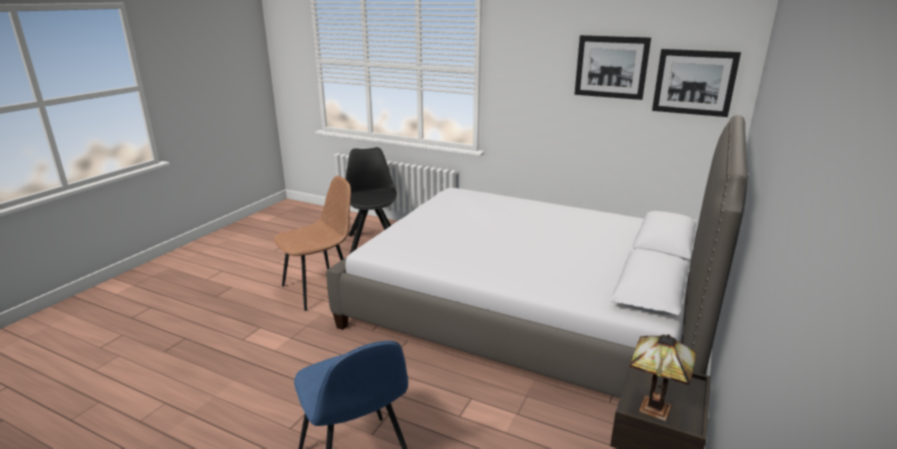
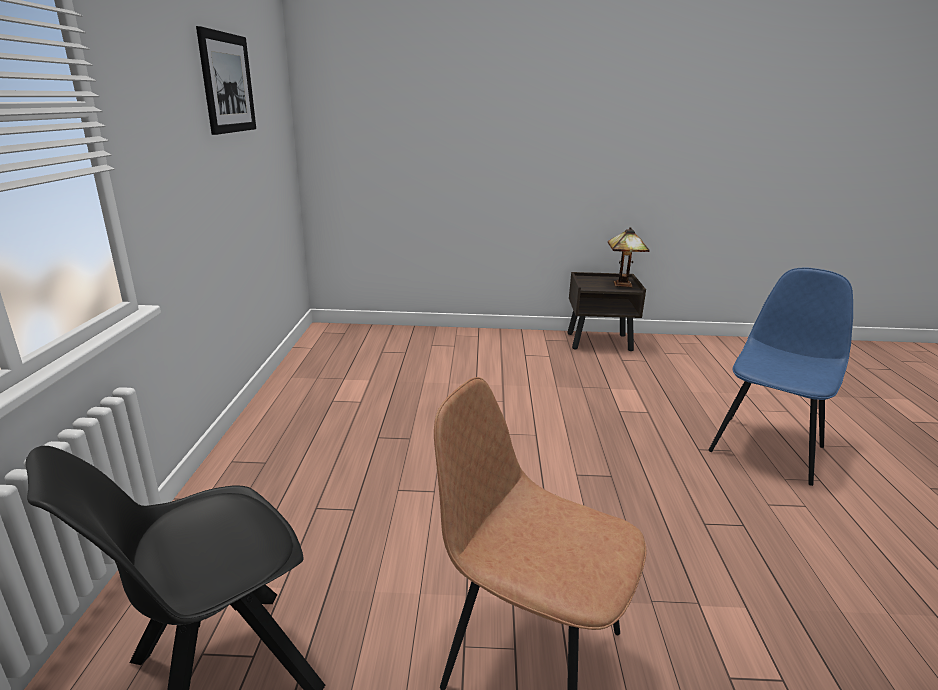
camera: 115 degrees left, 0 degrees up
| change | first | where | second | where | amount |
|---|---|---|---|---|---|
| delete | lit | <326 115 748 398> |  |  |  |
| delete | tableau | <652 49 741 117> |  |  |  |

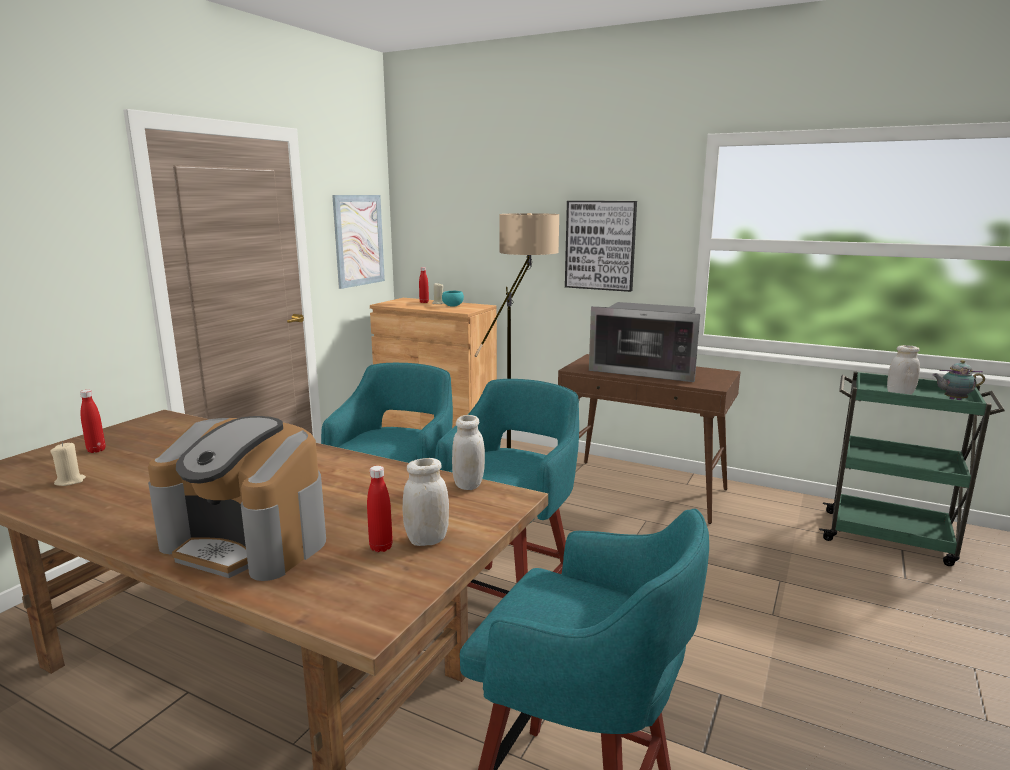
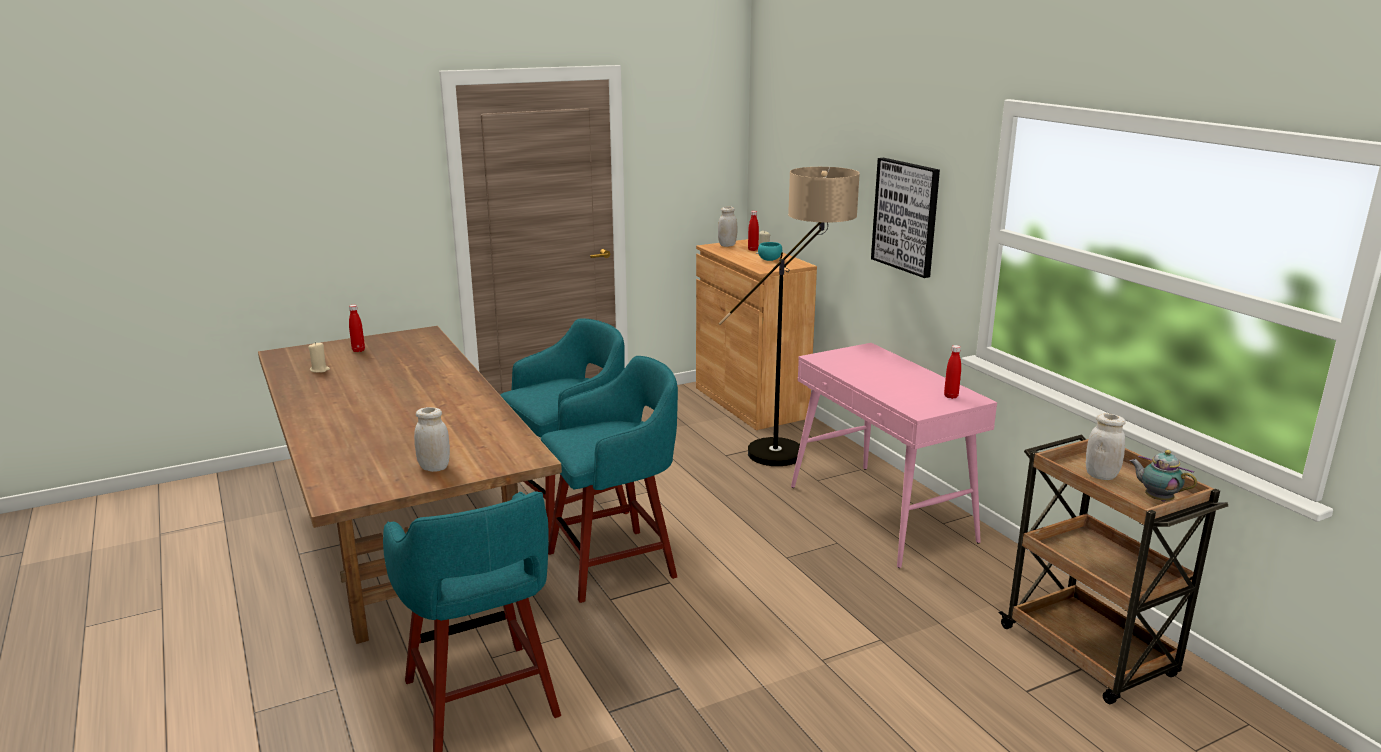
camera: 35 degrees right, 5 degrees up
| change | first | where | second | where | amount |
|---|---|---|---|---|---|
| delete | machine à café | <148 416 326 581> |  |  |  |
| delete | tableau | <332 195 385 289> |  |  |  |
| delete | micro-ondes | <589 302 700 382> |  |  |  |
| move | bouteille/rouge | <367 466 393 552> |  | <944 345 961 399> |  |
| move | bocal/blanc | <452 415 485 490> |  | <718 206 738 247> |  |
| recolor | table console/marron | <558 354 741 524> | table console/rose | <791 343 997 568> |  |
| recolor | chariot/vert | <819 371 1005 566> | chariot/marron | <999 434 1228 704> |  |

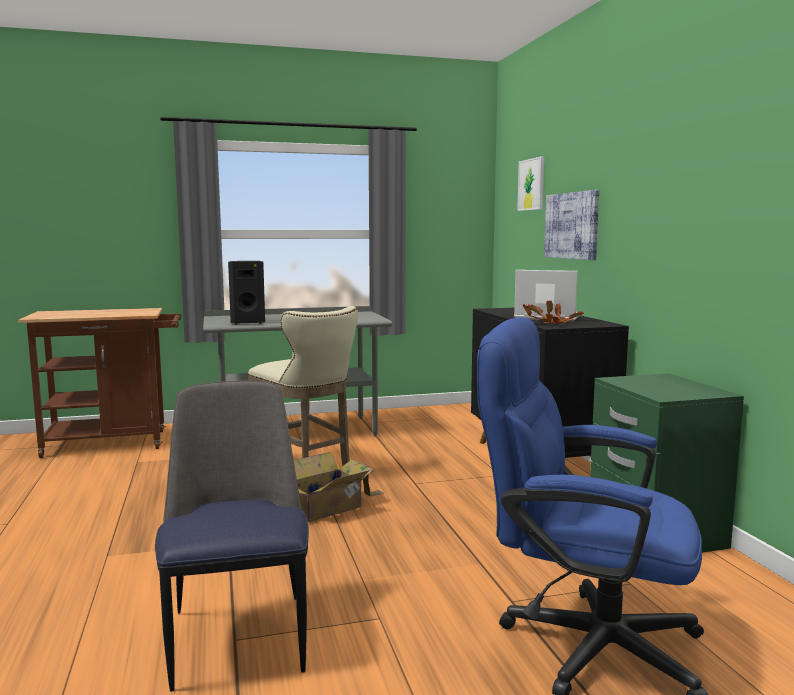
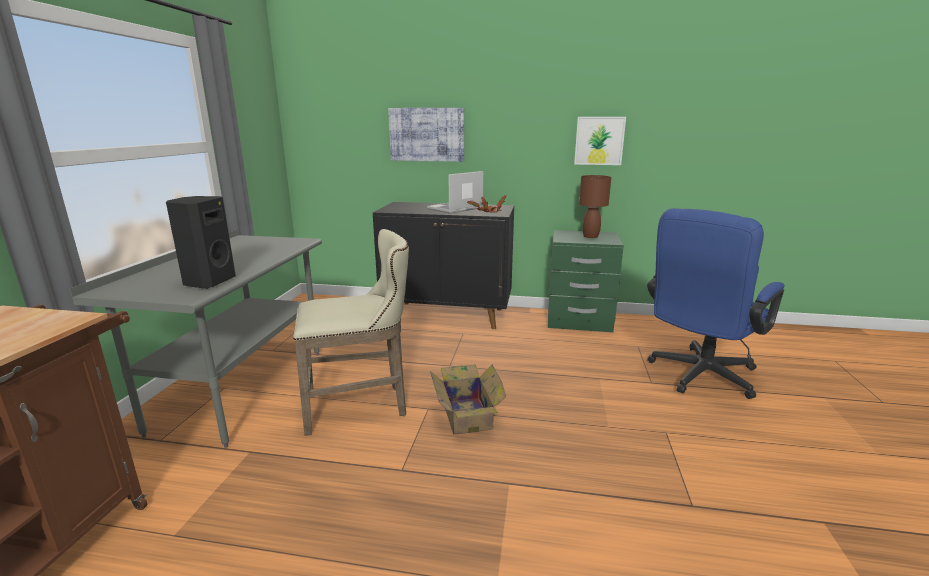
camera: 65 degrees left, 10 degrees up
| change | first | where | second | where | amount |
|---|---|---|---|---|---|
| delete | chaise | <155 381 309 691> |  |  |  |
| insert |  |  | lampe de table/marron | <579 175 611 238> |  |
| move | tableau | <517 156 544 211> |  | <574 117 626 165> |  |

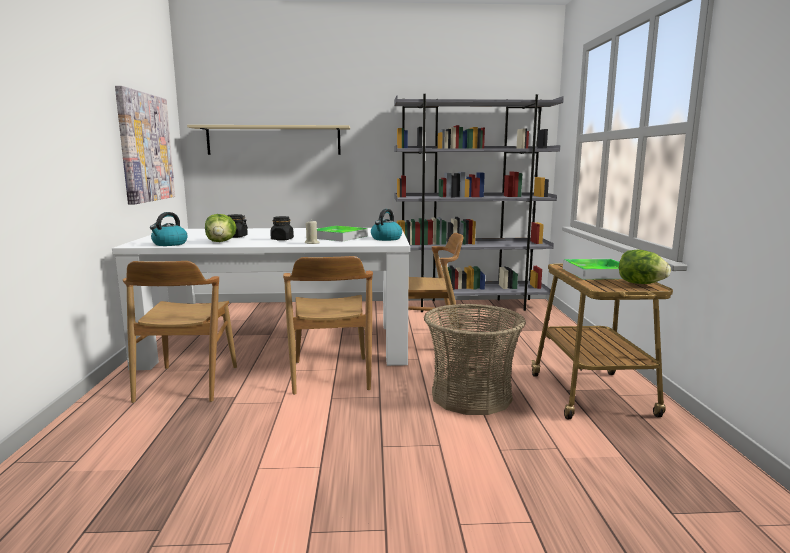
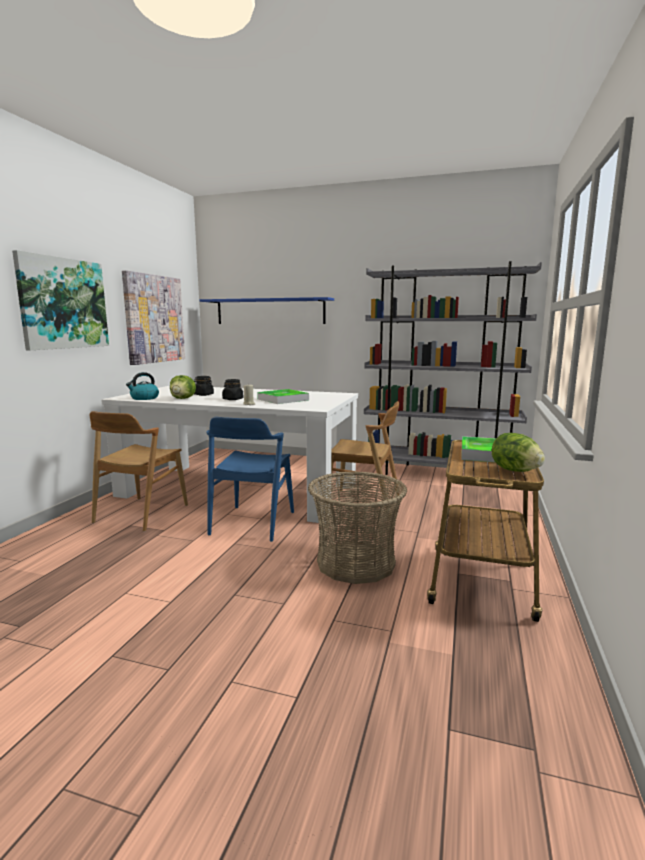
camera: 20 degrees right, 0 degrees up
| change | first | where | second | where | amount |
|---|---|---|---|---|---|
| delete | bouilloire | <371 209 402 241> |  |  |  |
| insert |  |  | tableau | <12 250 109 350> |  |
| recolor | étagère/beige | <187 125 350 155> | étagère/bleu | <200 297 334 324> |  |
| recolor | chaise/marron | <283 256 373 395> | chaise/bleu | <206 417 294 542> |  |

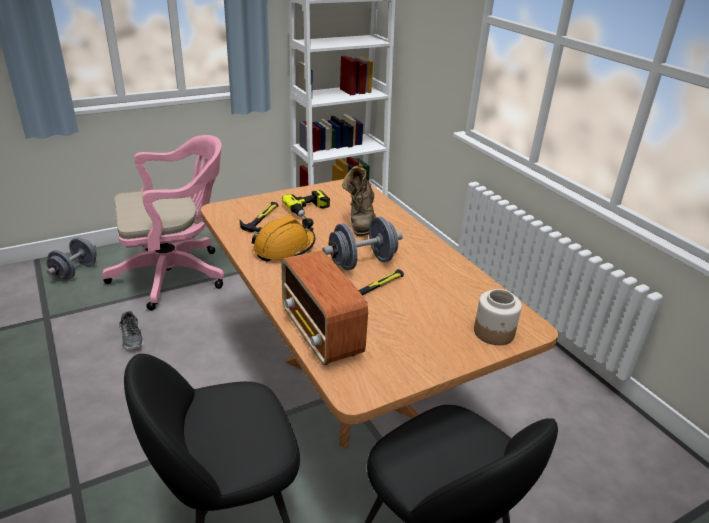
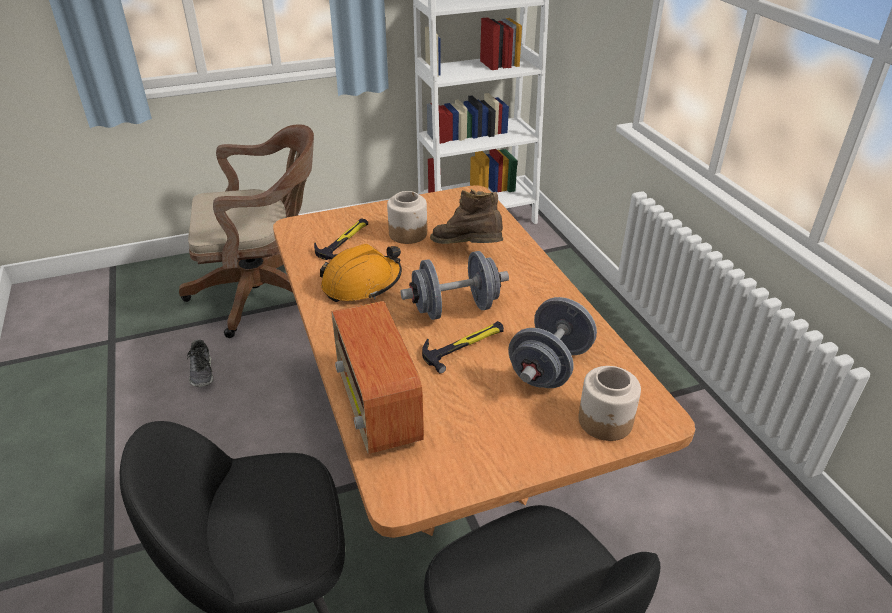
camera: 10 degrees right, 5 degrees up
| change | first | where | second | where | amount |
|---|---|---|---|---|---|
| move | haltère/gris | <47 238 97 280> |  | <508 297 597 388> |  |
| replace | perceuse | <282 190 330 218> | bocal | <387 191 427 244> |  |
| recolor | chaise de bureau/rose | <103 135 224 310> | chaise de bureau/marron | <179 124 314 338> |  |
| rotate | botte/marron | <342 166 376 236> |  | <430 189 503 244> | 120 degrees clockwise |

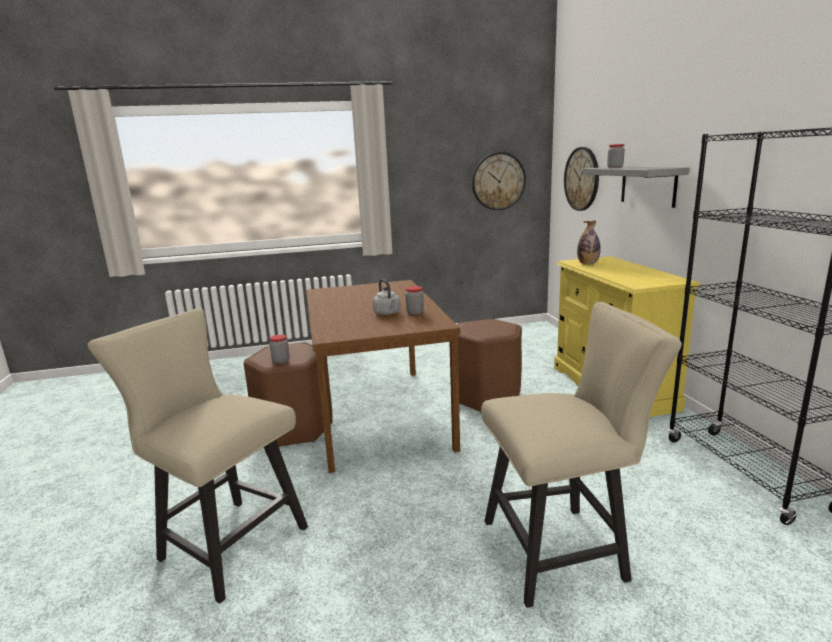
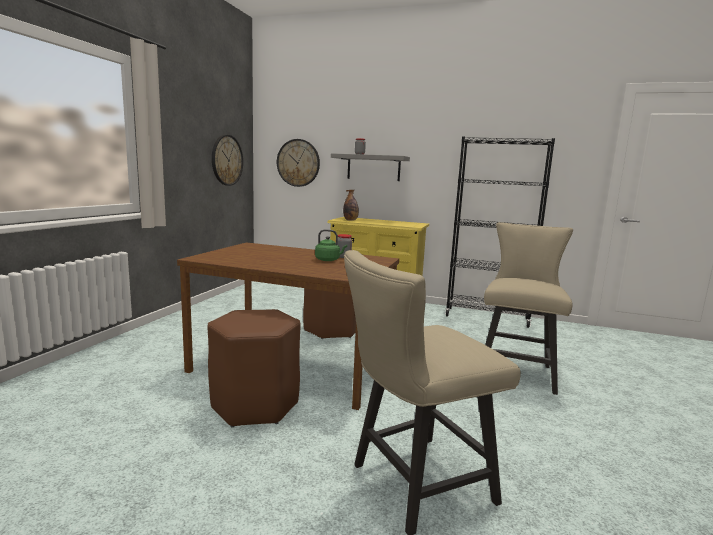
camera: 60 degrees left, 5 degrees down
| change | first | where | second | where | amount |
|---|---|---|---|---|---|
| delete | bocal | <269 335 290 364> |  |  |  |
| recolor | bouilloire/gris | <373 279 401 315> | bouilloire/vert | <315 229 347 261> |  |

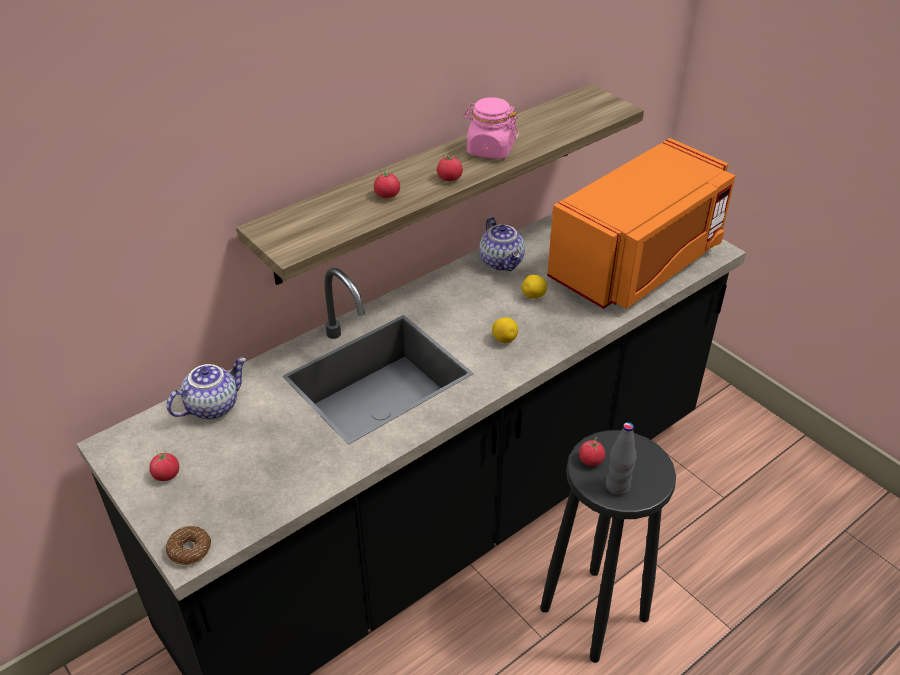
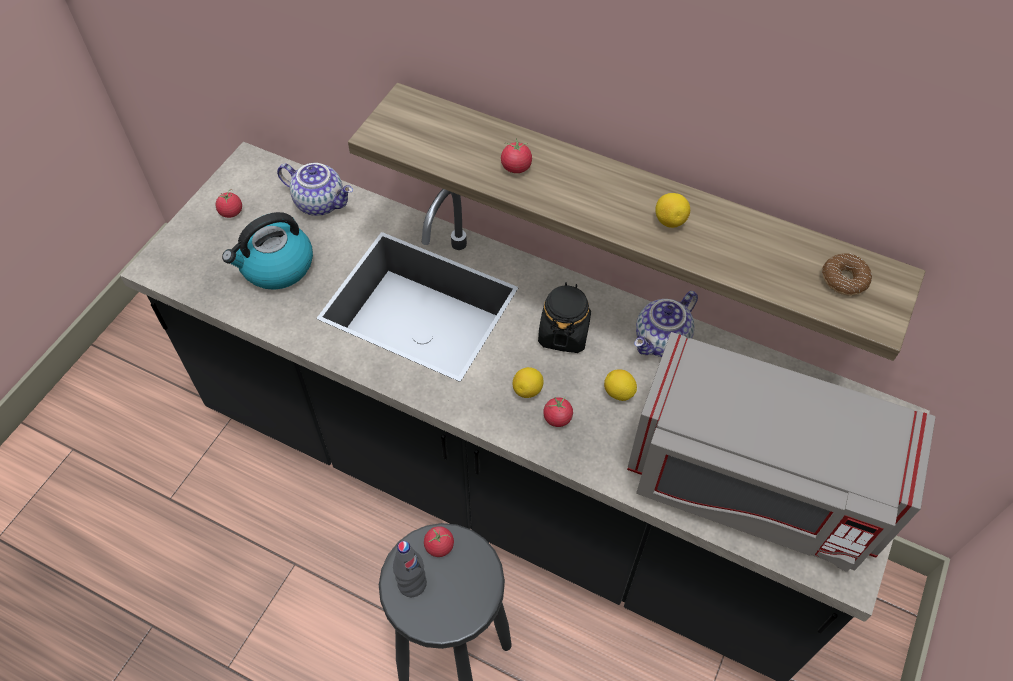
camera: 65 degrees right, 15 degrees up
| change | first | where | second | where | amount |
|---|---|---|---|---|---|
| insert |  |  | bouilloire | <222 212 313 290> |  |
| insert |  |  | bocal/noir | <538 282 591 353> |  |
| move | beignet | <166 526 211 565> |  | <822 253 872 295> |  |
| move | tomate | <437 153 463 181> |  | <543 397 573 427> |  |
| replace | bocal/rose | <463 97 519 159> | citron | <655 193 690 228> |  |
| recolor | micro-ondes/orange | <547 138 736 309> | micro-ondes/gris | <627 332 935 572> |  |

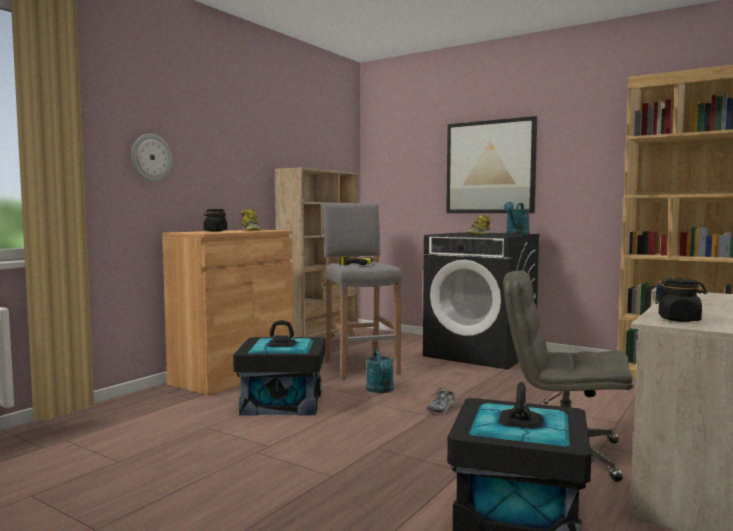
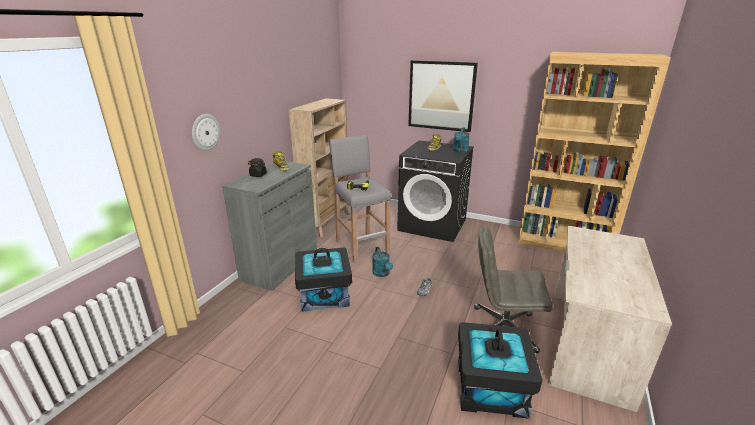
camera: 10 degrees left, 20 degrees up
| change | first | where | second | where | amount |
|---|---|---|---|---|---|
| delete | bocal/noir | <655 278 707 322> |  |  |  |
| recolor | meuble de rangement/marron | <162 230 293 395> | meuble de rangement/gris | <222 161 317 291> |  |

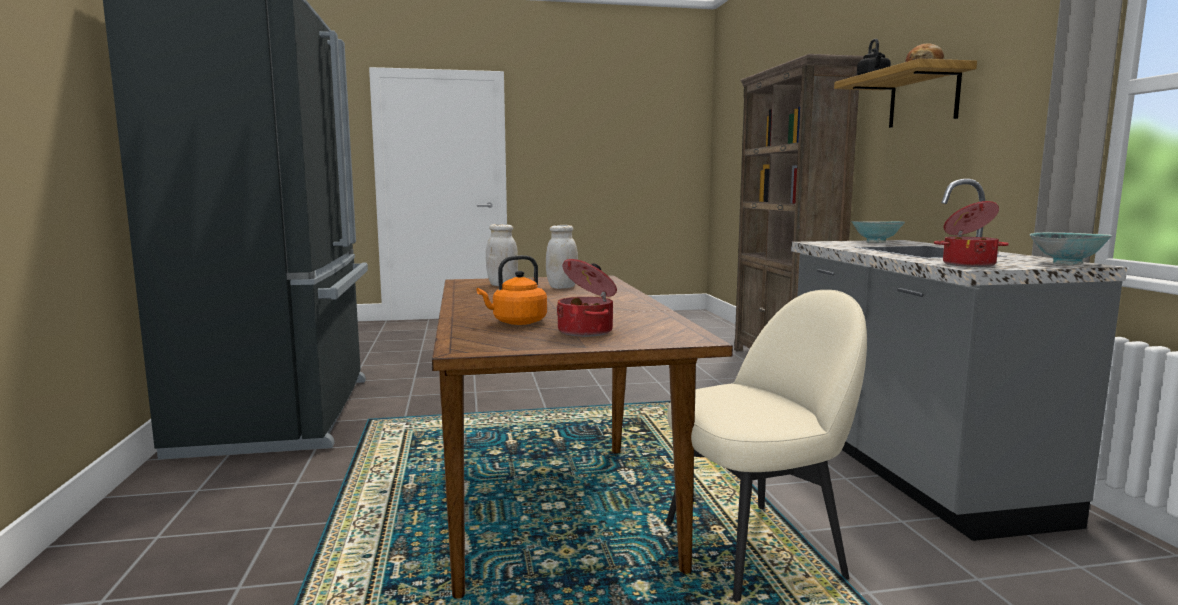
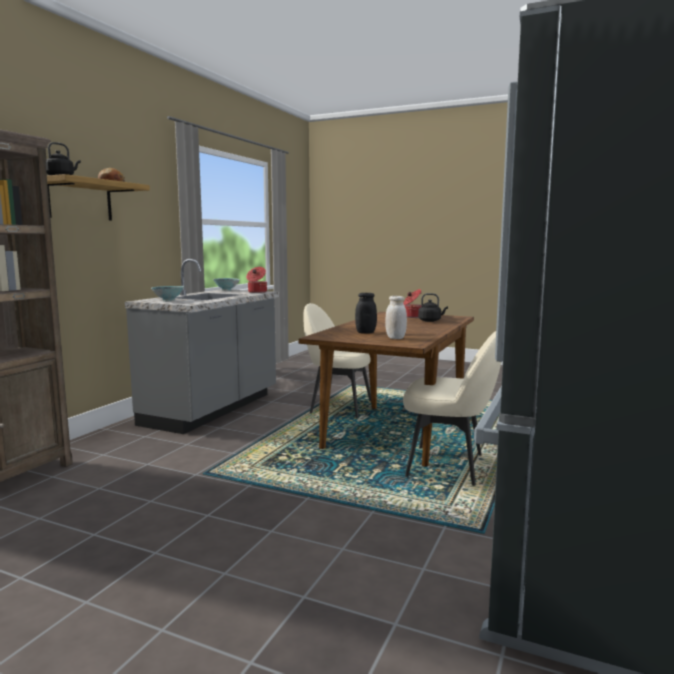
camera: 145 degrees left, 0 degrees up
| change | first | where | second | where | amount |
|---|---|---|---|---|---|
| insert |  |  | chaise/beige | <403 331 501 486> |  |
| recolor | bouilloire/orange | <477 255 547 325> | bouilloire/noir | <418 293 448 322> |  |
| recolor | bocal/blanc | <546 225 578 289> | bocal/noir | <355 293 377 334> |  |

